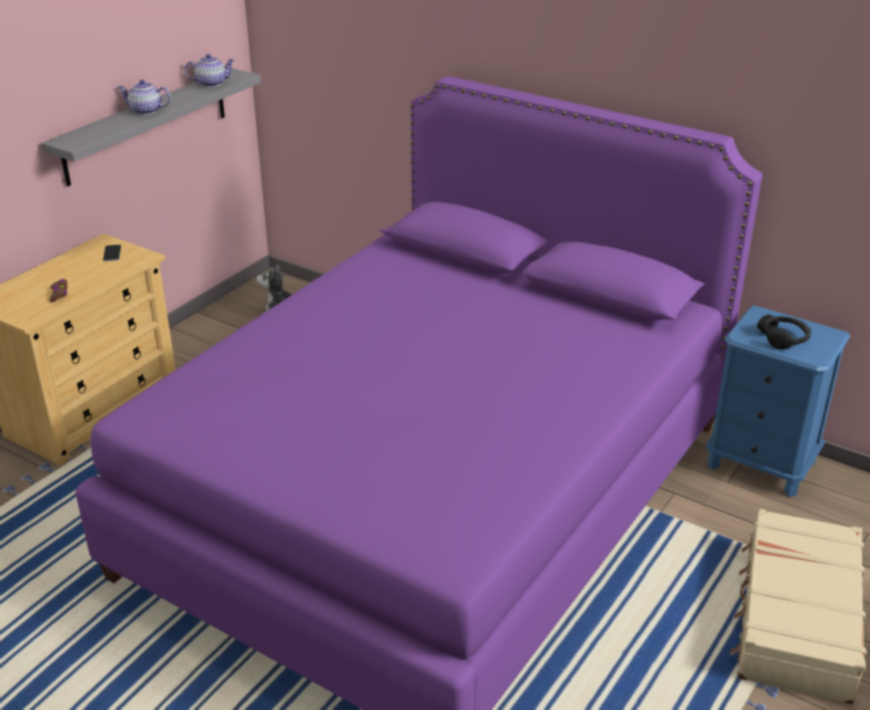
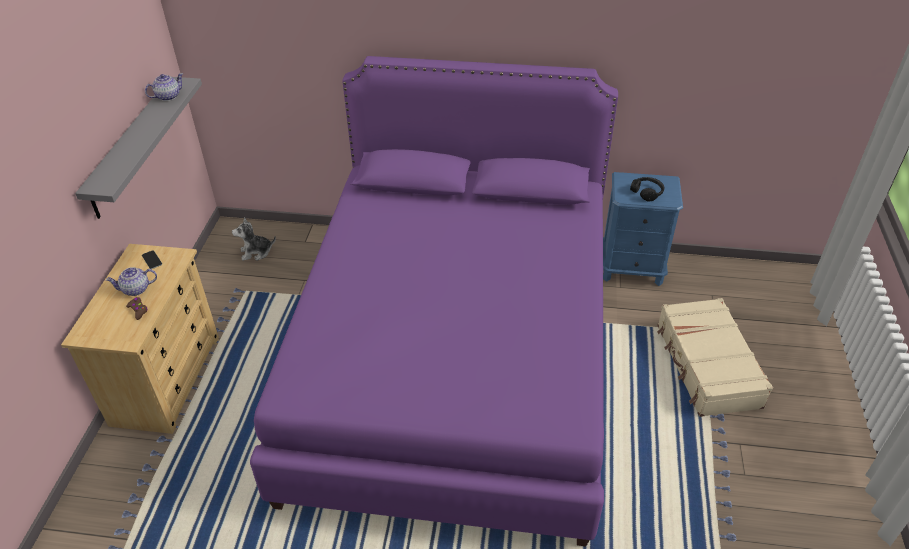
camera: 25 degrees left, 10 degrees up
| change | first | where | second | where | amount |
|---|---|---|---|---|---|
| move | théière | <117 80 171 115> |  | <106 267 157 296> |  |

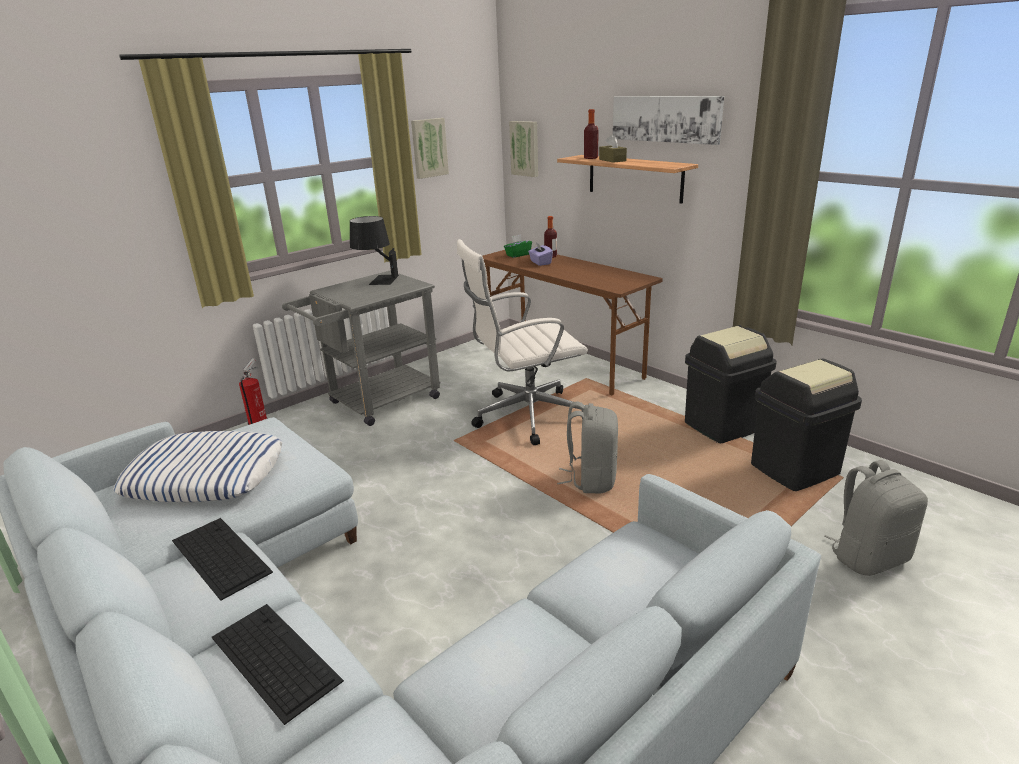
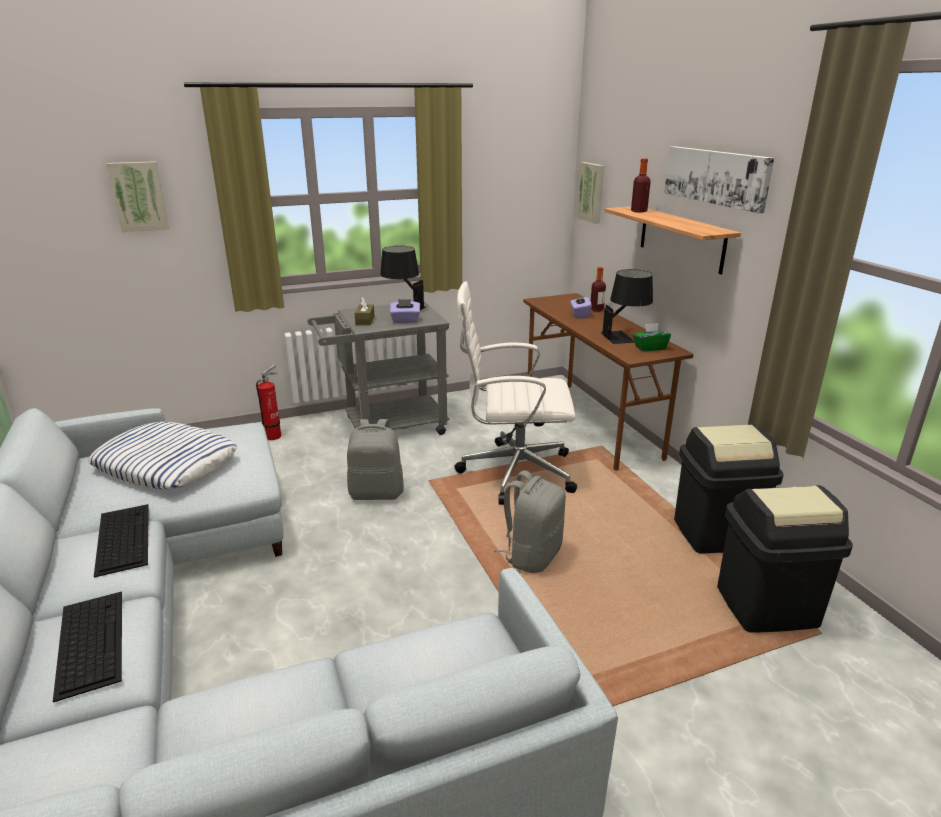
camera: 20 degrees right, 0 degrees up
| change | first | where | second | where | amount |
|---|---|---|---|---|---|
| insert |  |  | boîte à mouchoirs/violet | <390 299 420 323> |  |
| insert |  |  | lampe de table/noir | <600 269 653 344> |  |
| move | tableau | <411 118 449 179> |  | <107 161 169 232> |  |
| move | boîte à mouchoirs/vert | <504 234 532 258> |  | <633 323 671 351> |  |
| move | boîte à mouchoirs/marron | <599 134 627 163> |  | <355 297 374 325> |  |
| move | sac à dos/gris | <824 460 928 576> |  | <347 419 404 500> |  |

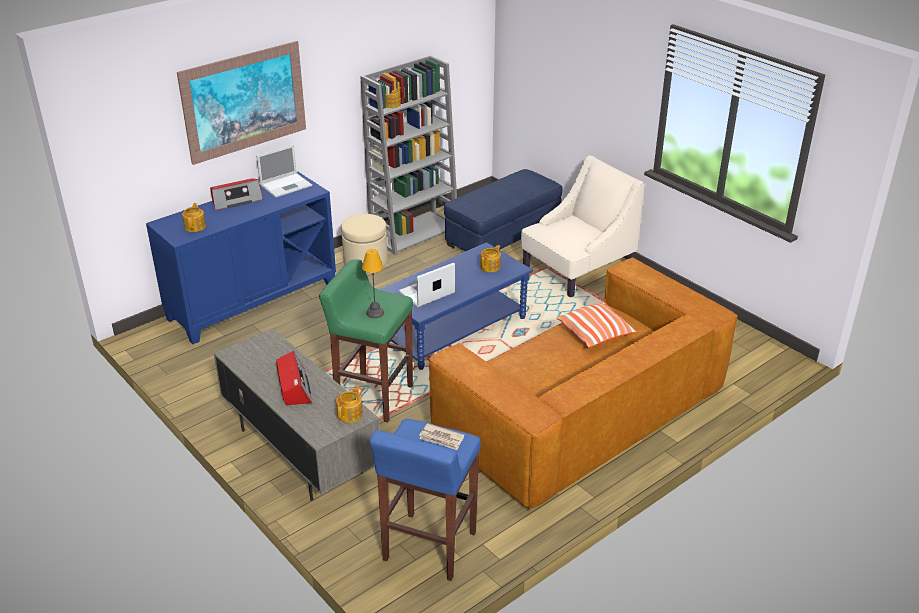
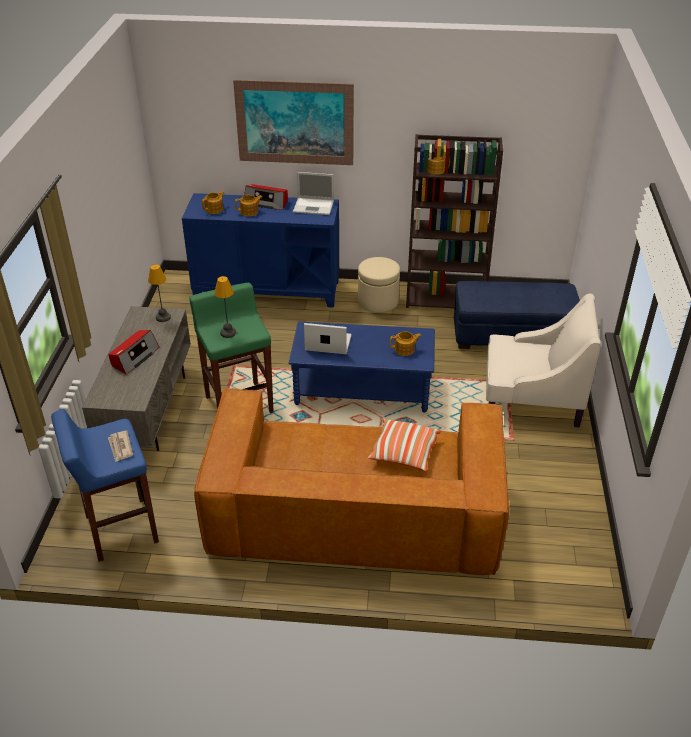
camera: 45 degrees right, 5 degrees up
| change | first | where | second | where | amount |
|---|---|---|---|---|---|
| insert |  |  | lampe de table | <148 265 171 322> |  |
| move | théière | <336 386 363 423> |  | <235 195 263 216> |  |
| recolor | bibliothèque/gris | <360 56 457 255> | bibliothèque/marron | <406 134 503 308> |  |

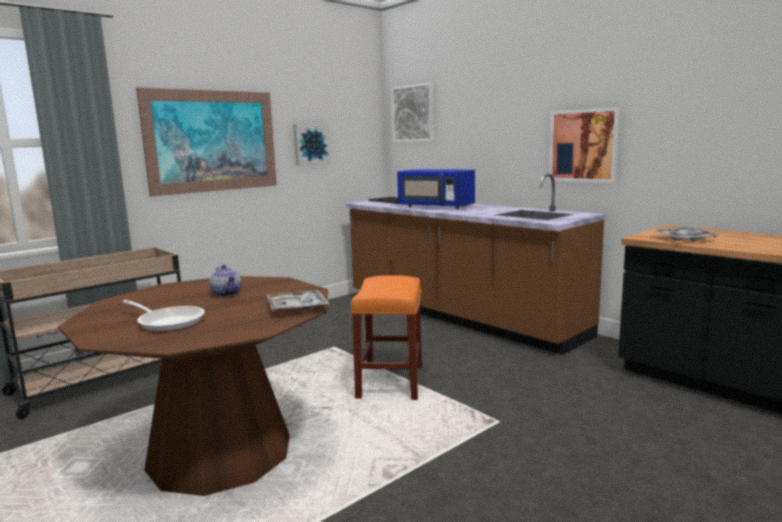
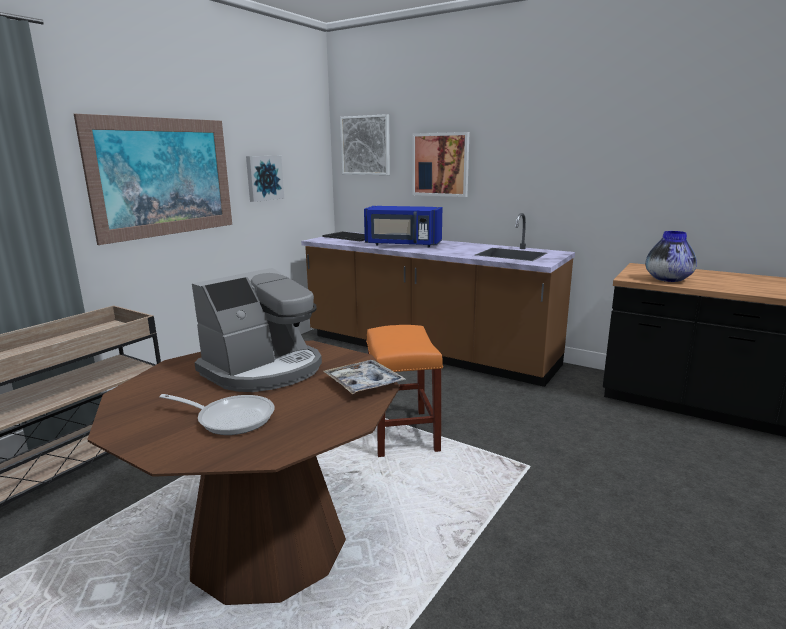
camera: 15 degrees left, 5 degrees up
| change | first | where | second | where | amount |
|---|---|---|---|---|---|
| move | tableau | <549 107 620 183> |  | <412 132 469 197> |  |
| replace | théière | <209 265 241 297> | machine à café | <192 268 322 392> |  |
| replace | plateau | <652 227 718 241> | vase | <645 231 697 282> |  |

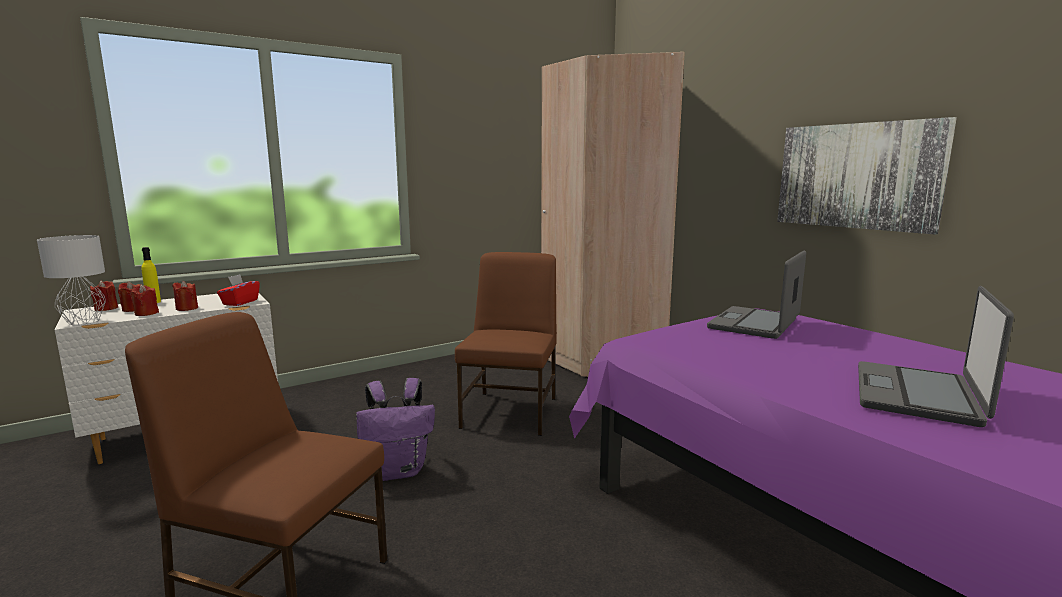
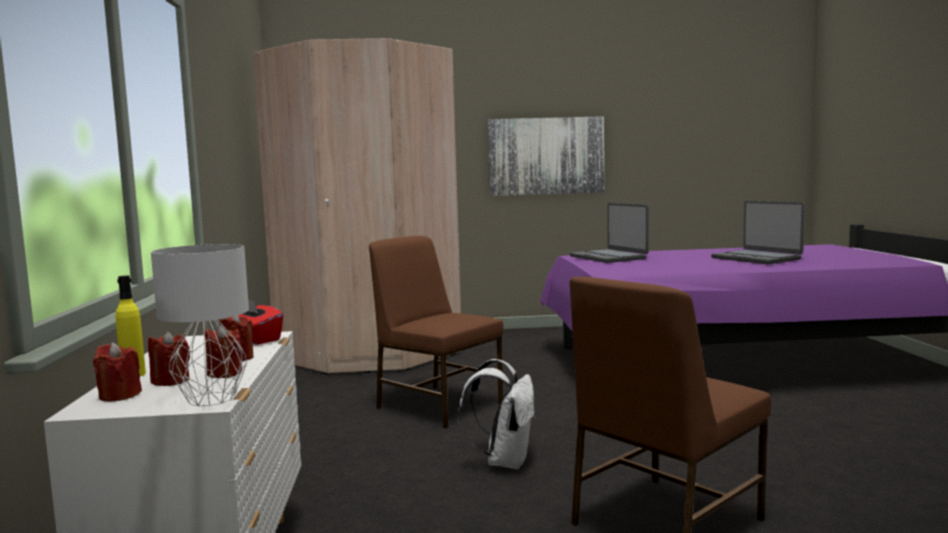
camera: 60 degrees left, 5 degrees down
| change | first | where | second | where | amount |
|---|---|---|---|---|---|
| recolor | sac à dos/violet | <356 378 435 481> | sac à dos/blanc | <458 359 535 470> |  |

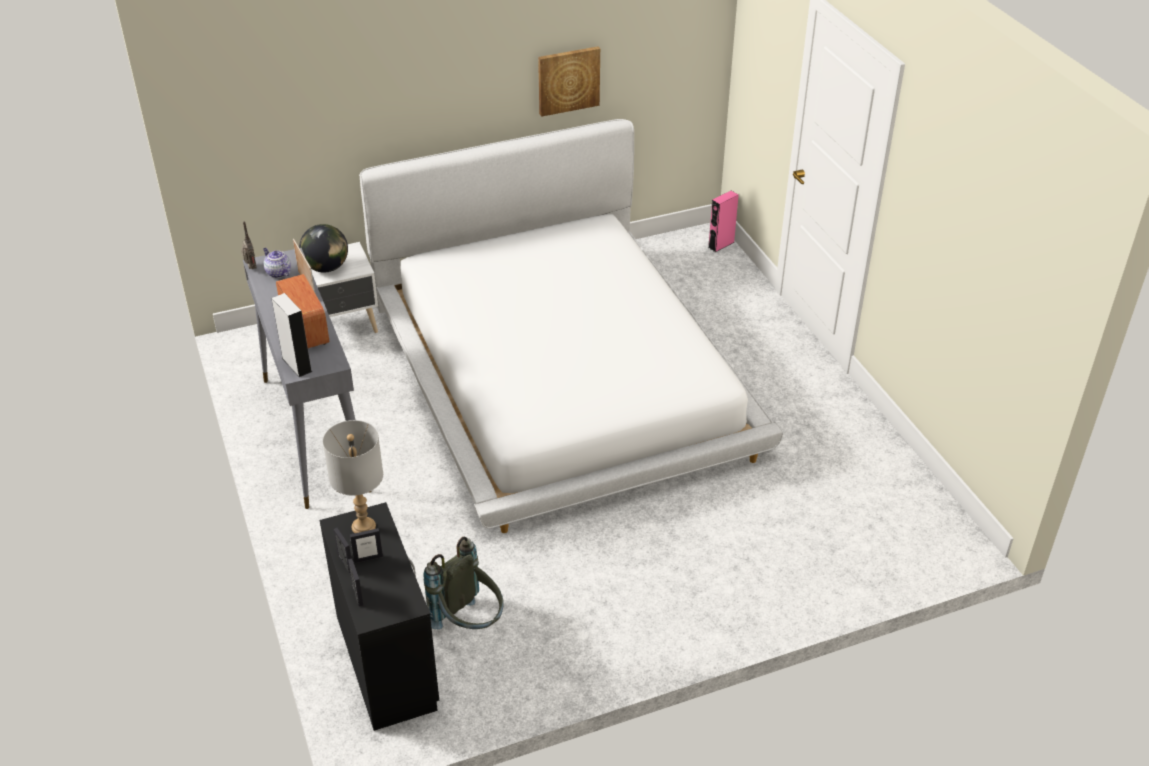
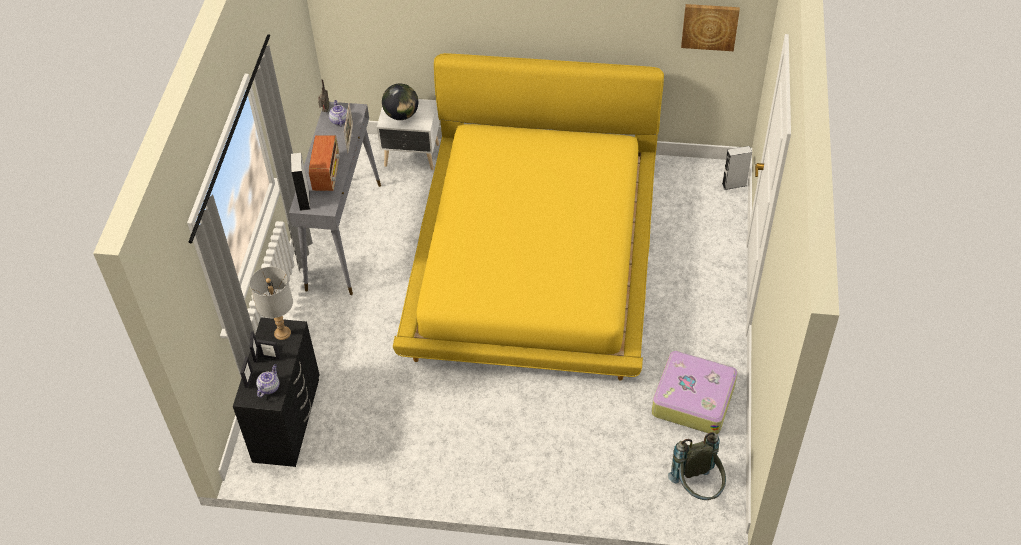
camera: 30 degrees right, 10 degrees up
| change | first | where | second | where | amount |
|---|---|---|---|---|---|
| insert |  |  | théière | <256 364 279 398> |  |
| insert |  |  | valise | <652 350 738 434> |  |
| move | sac à dos/gris | <423 537 504 629> |  | <668 432 726 500> |  |
| move | tableau | <538 46 600 117> |  | <681 4 740 51> |  |
| recolor | lit/blanc | <359 119 783 533> | lit/jaune | <393 53 664 380> |  |
| recolor | enceinte/rose | <708 191 739 252> | enceinte/gris | <722 146 752 190> |  |

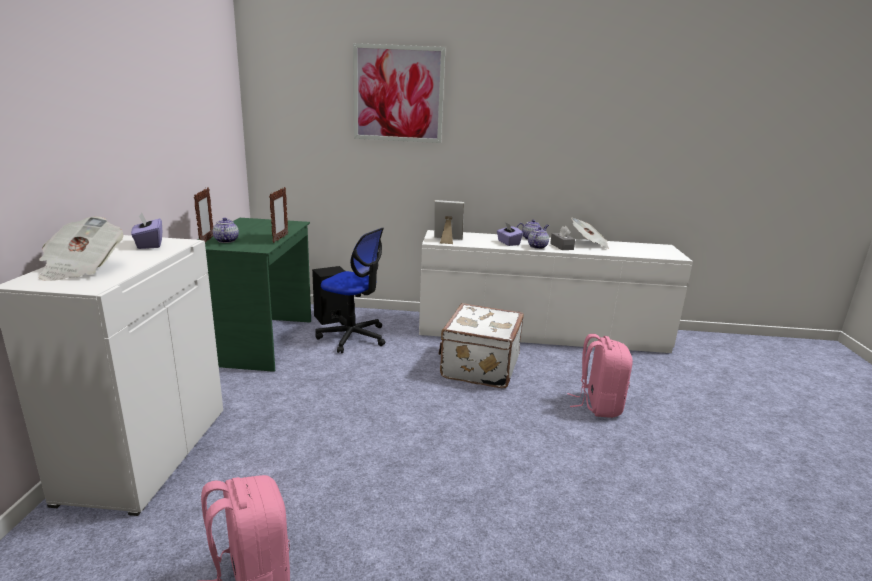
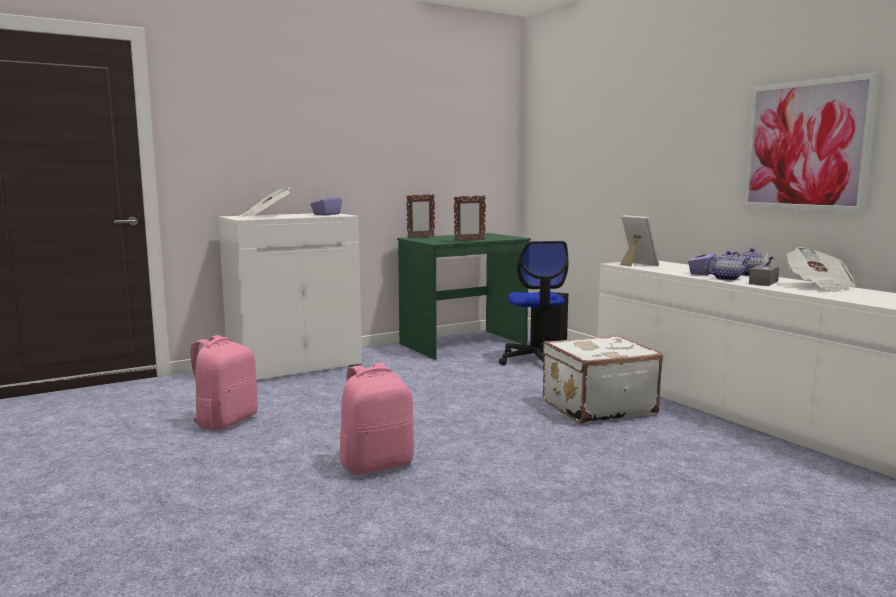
camera: 55 degrees right, 10 degrees down
| change | first | where | second | where | amount |
|---|---|---|---|---|---|
| delete | théière | <213 218 239 243> |  |  |  |
| move | tableau | <353 43 446 143> |  | <743 72 879 213> |  |
| move | sac à dos/rose | <568 334 633 418> |  | <340 362 414 475> |  |

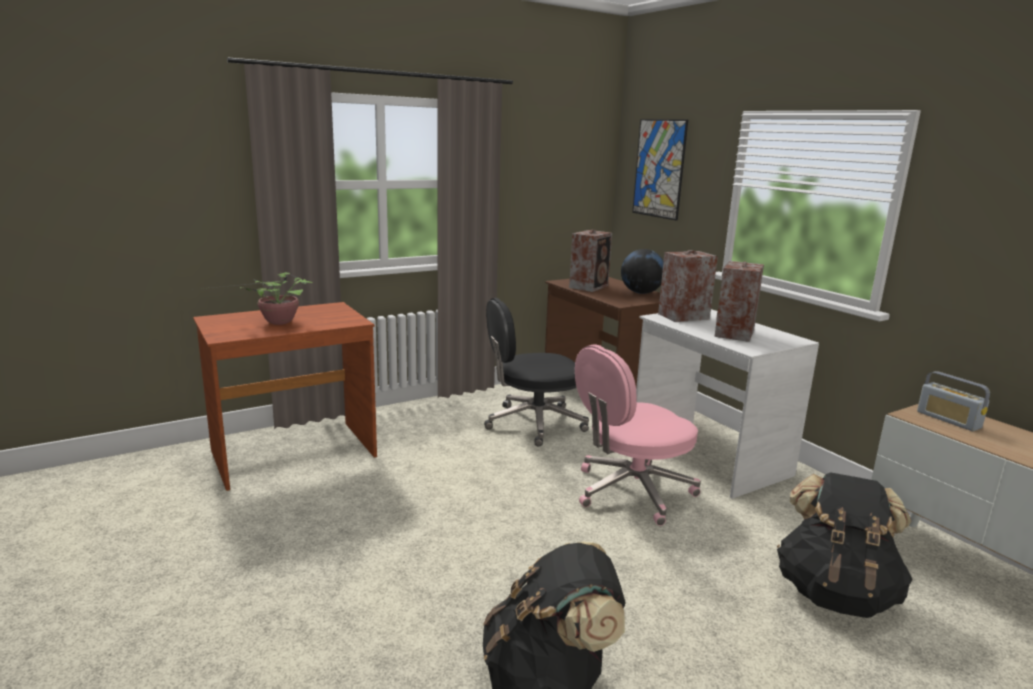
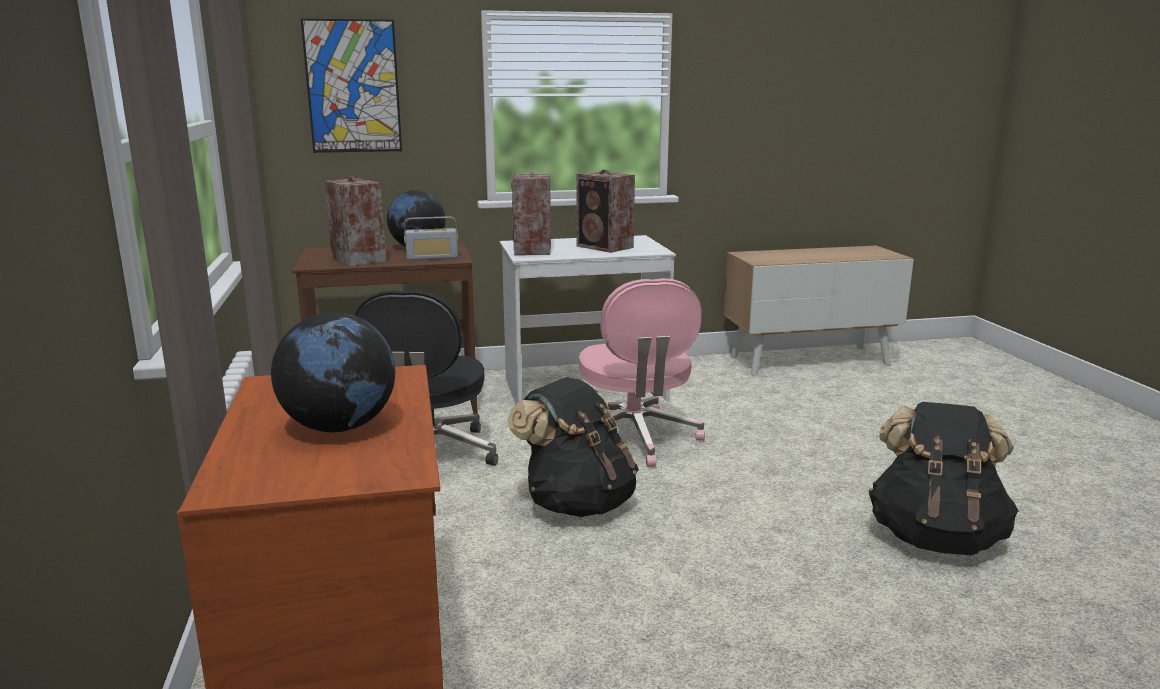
camera: 70 degrees left, 0 degrees up
| change | first | where | second | where | amount |
|---|---|---|---|---|---|
| move | sac à dos/noir | <777 472 913 618> |  | <507 377 639 517> |  |
| move | radio | <917 371 990 431> |  | <404 216 458 260> |  |
| replace | plante en pot | <202 272 312 325> | globe | <271 312 395 432> |  |

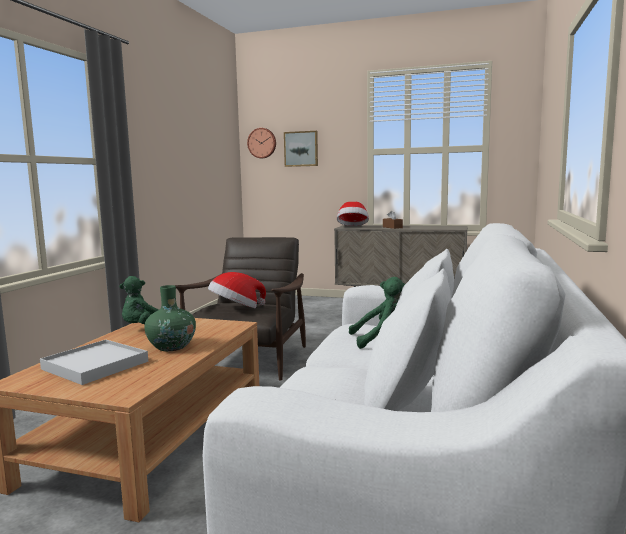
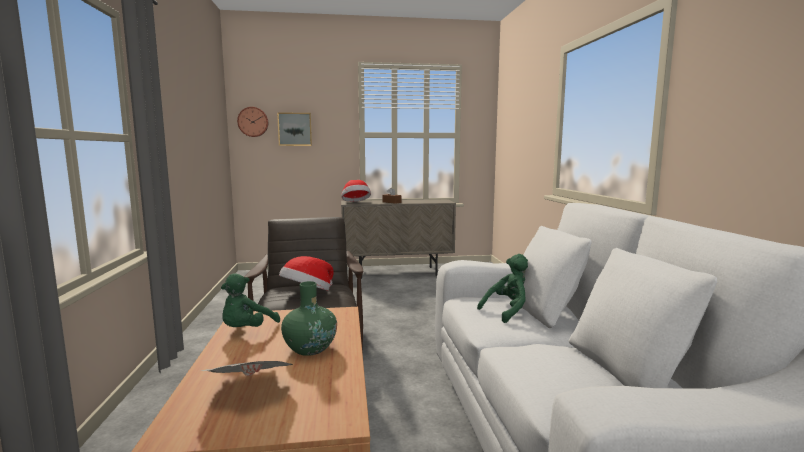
camera: 25 degrees left, 0 degrees up
| change | first | where | second | where | amount |
|---|---|---|---|---|---|
| replace | plateau/blanc | <40 340 148 385> | journal | <200 361 293 376> |  |

